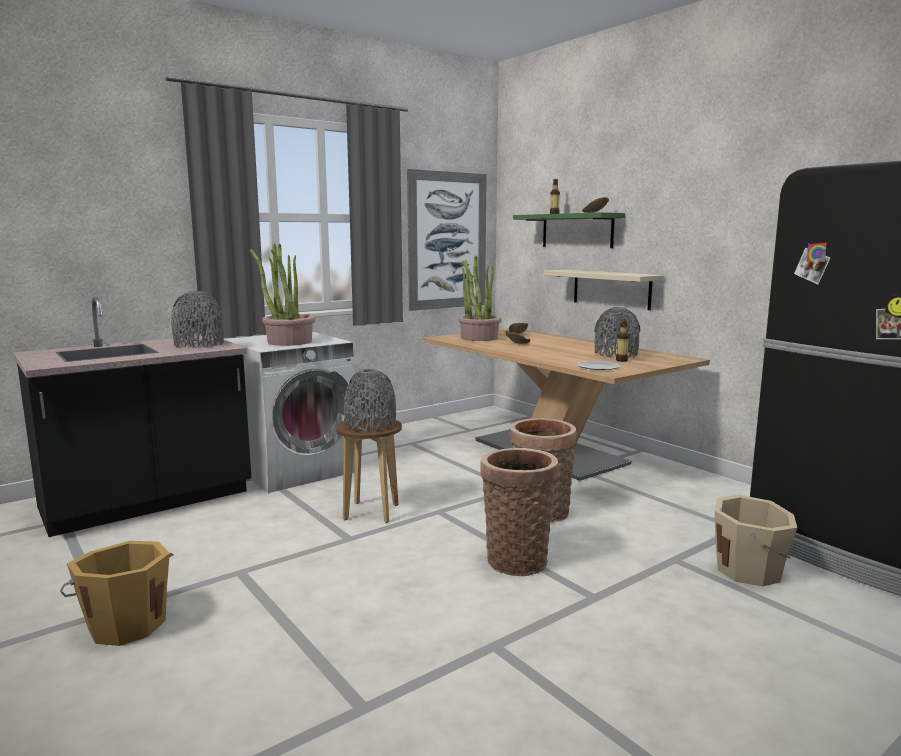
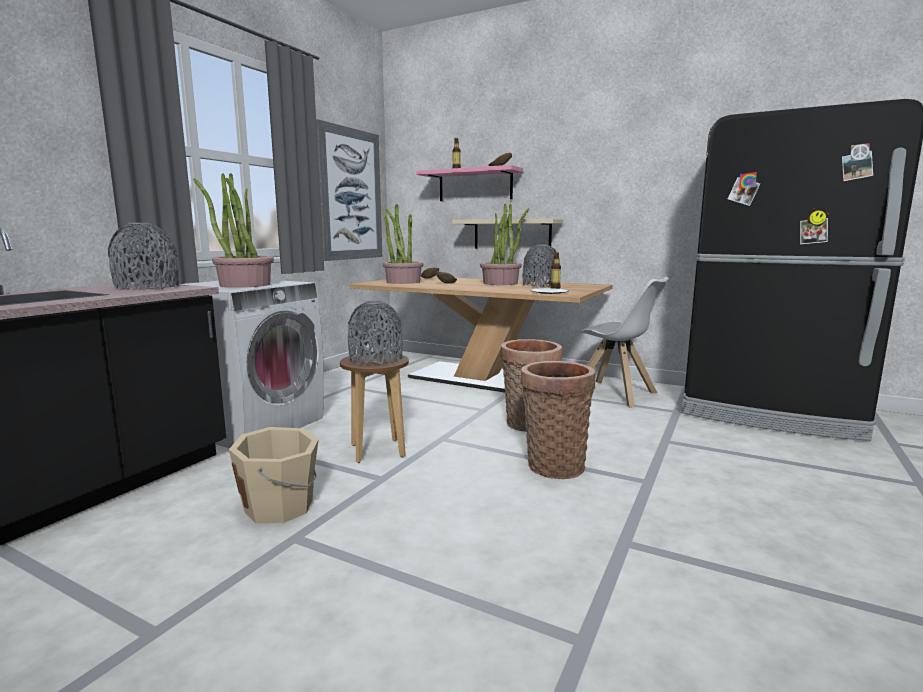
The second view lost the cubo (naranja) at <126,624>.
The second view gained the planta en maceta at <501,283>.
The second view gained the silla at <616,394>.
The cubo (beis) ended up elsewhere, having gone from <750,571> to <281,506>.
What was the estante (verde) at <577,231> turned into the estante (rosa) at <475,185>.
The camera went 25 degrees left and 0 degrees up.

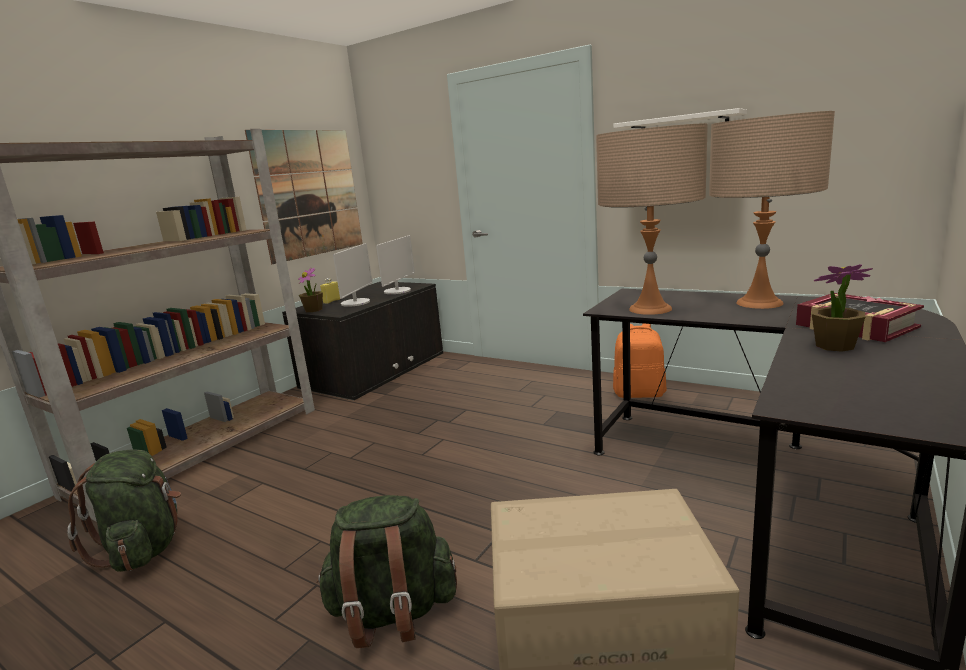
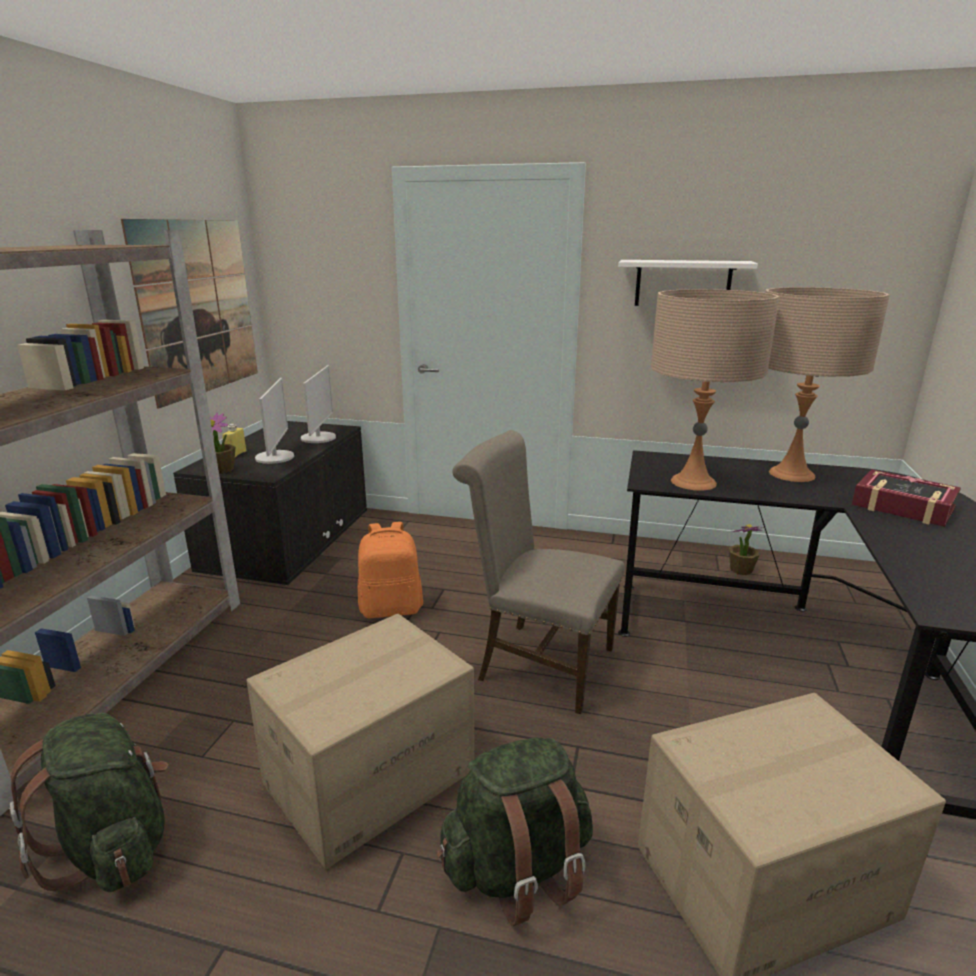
The second view gained the caja de cartón at <369,776>.
The second view gained the silla (beis) at <538,662>.
The mochila (naranja) ended up elsewhere, having gone from <639,393> to <391,608>.
The planta en maceta ended up elsewhere, having gone from <834,346> to <740,570>.
The camera went 20 degrees left and 5 degrees up.

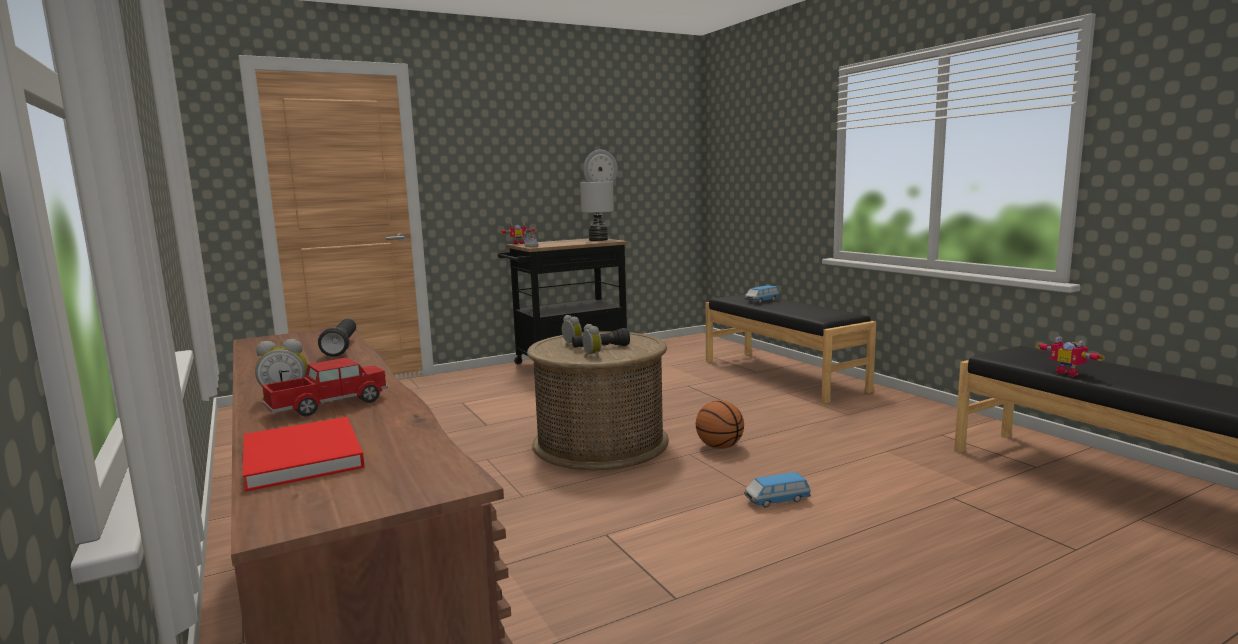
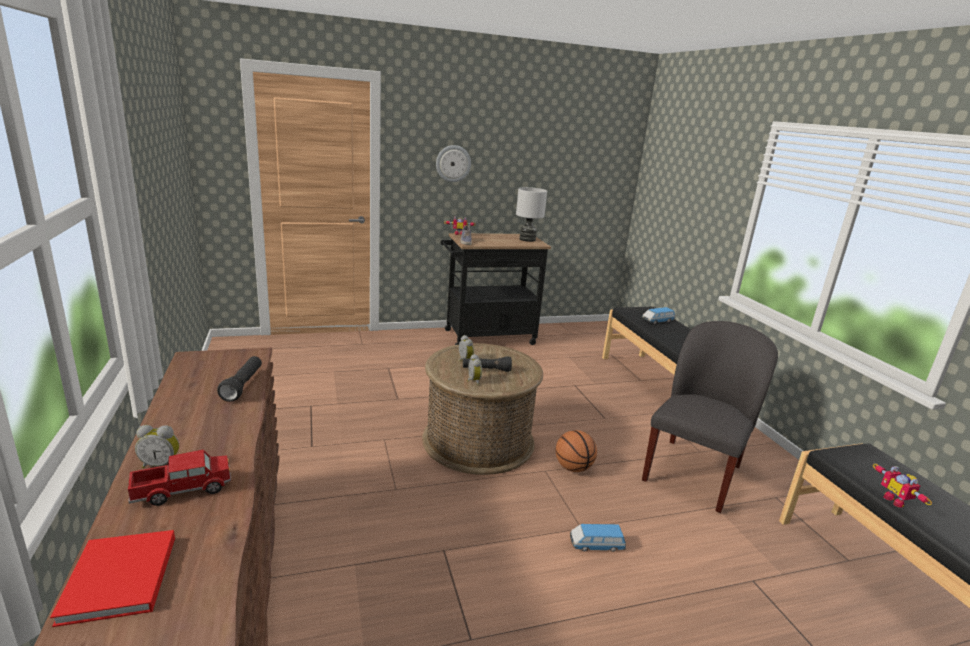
The second view gained the silla (gris) at <693,472>.
The reloj de pared ended up elsewhere, having gone from <600,169> to <453,163>.
The camera went 10 degrees right and 10 degrees up.

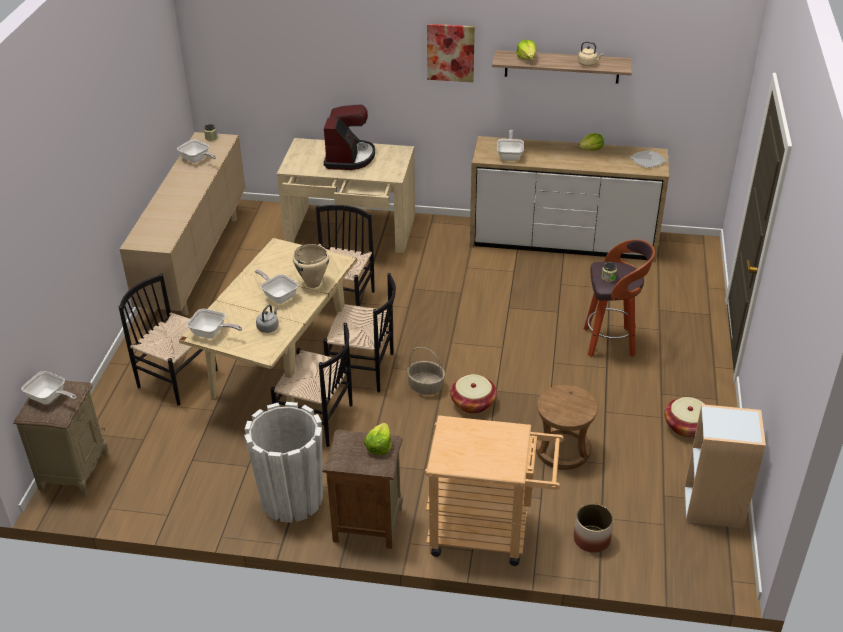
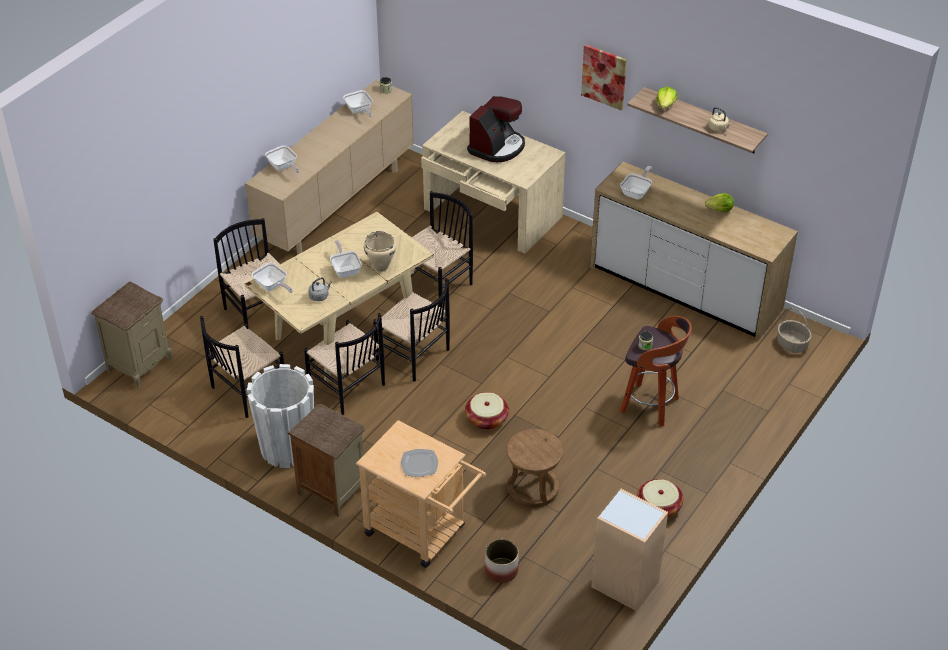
The second view lost the lechuga at <379,446>.
The second view gained the silla (negro) at <246,392>.
The sartén ended up elsewhere, having gone from <50,398> to <283,167>.
The cesta ended up elsewhere, having gone from <425,386> to <791,344>.
The plato ended up elsewhere, having gone from <647,160> to <419,464>.
The camera went 25 degrees right and 5 degrees up.

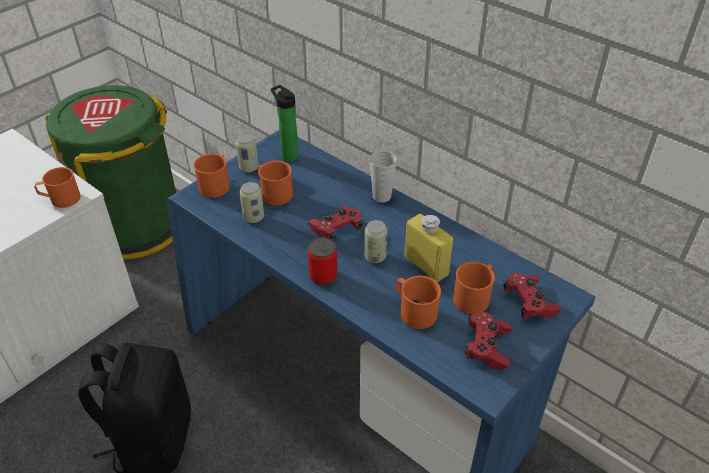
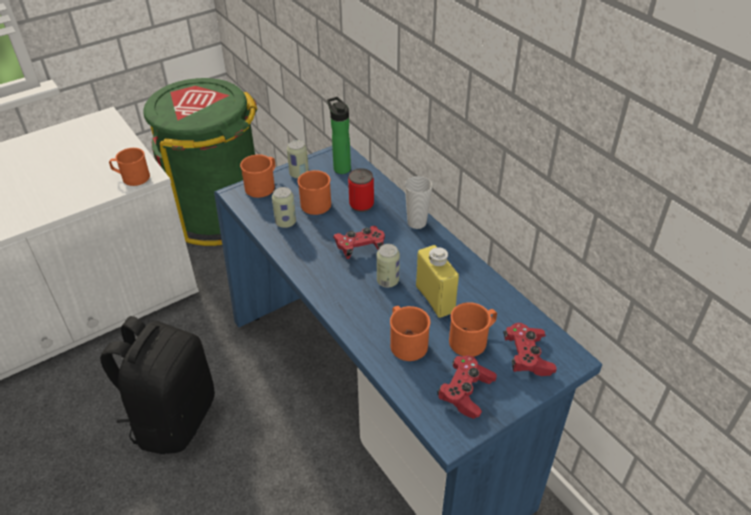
The lata ended up elsewhere, having gone from <323,276> to <361,205>.
The camera went 15 degrees right and 0 degrees up.

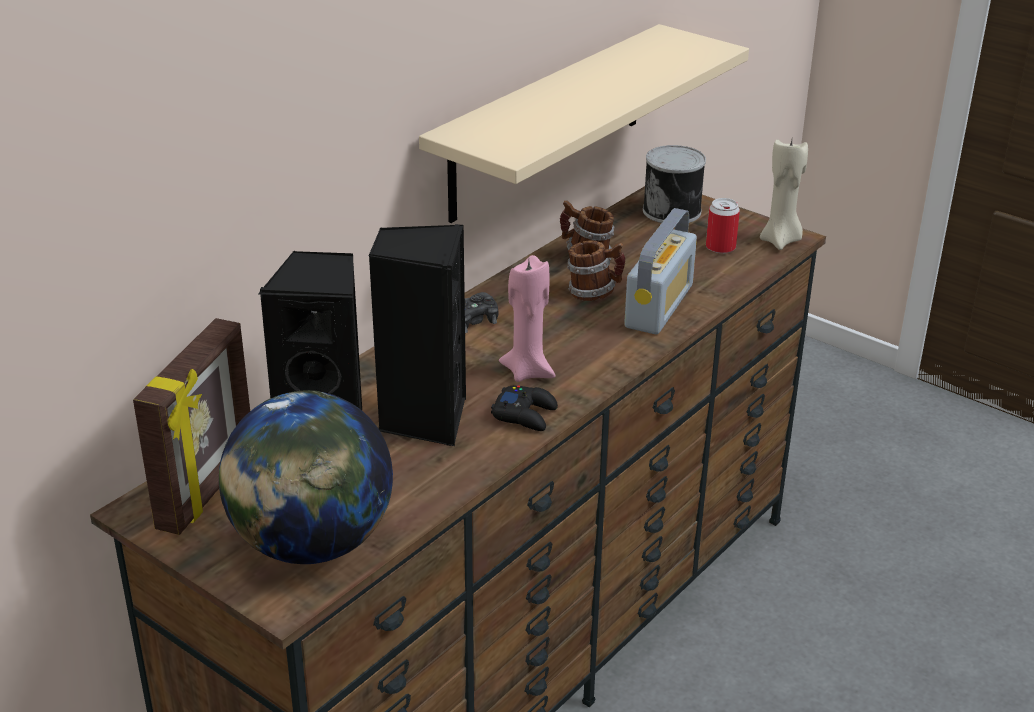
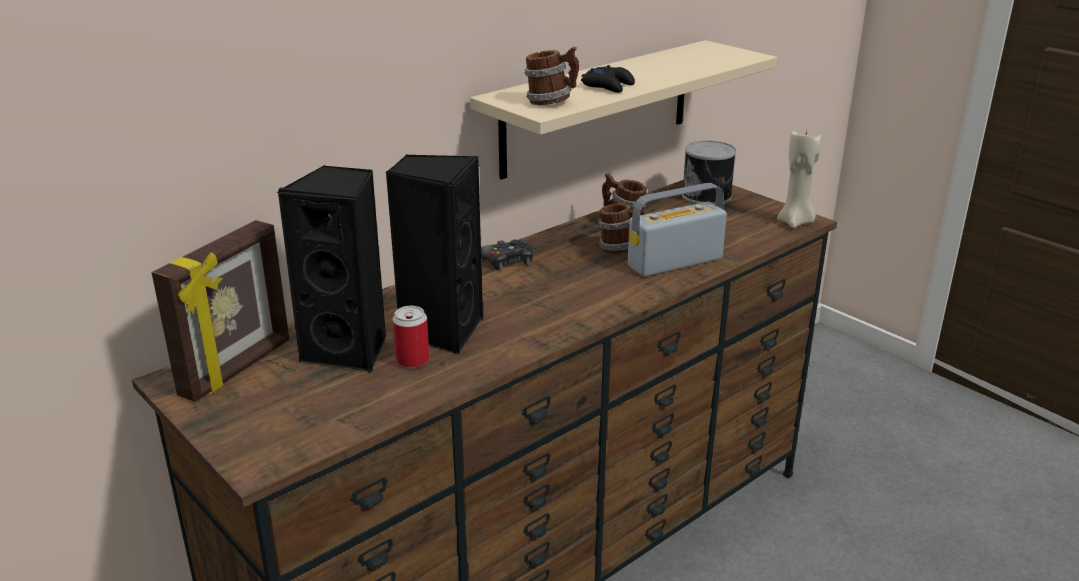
The second view lost the globo terráqueo at <312,544>.
The second view lost the vela (rosa) at <528,371>.
The second view gained the taza grande at <551,102>.
The mando de consola (negro) ended up elsewhere, having gone from <525,414> to <608,86>.
The lata ended up elsewhere, having gone from <720,247> to <412,360>.
The radio at <659,306> ended up facing another way, 150 degrees counterclockwise from before.
The camera went 10 degrees right and 5 degrees down.

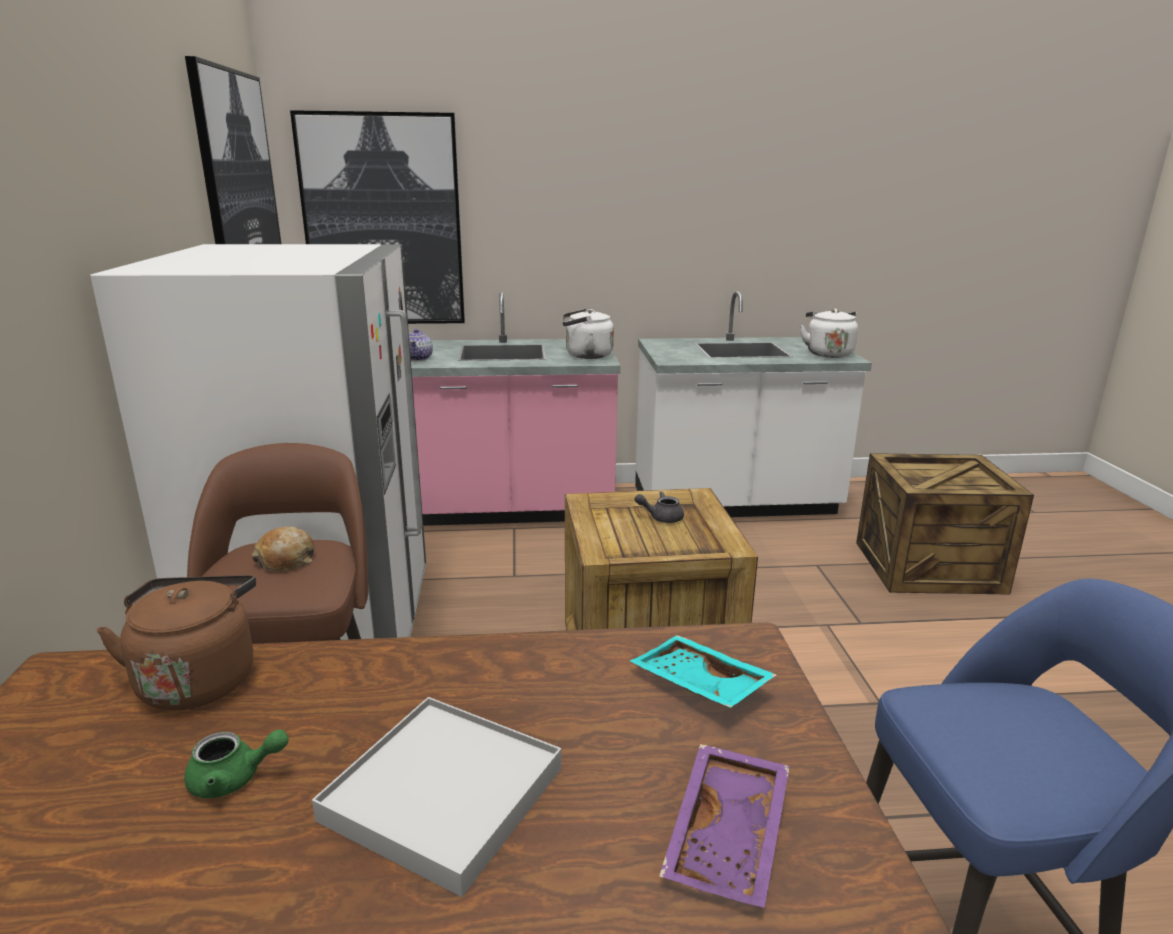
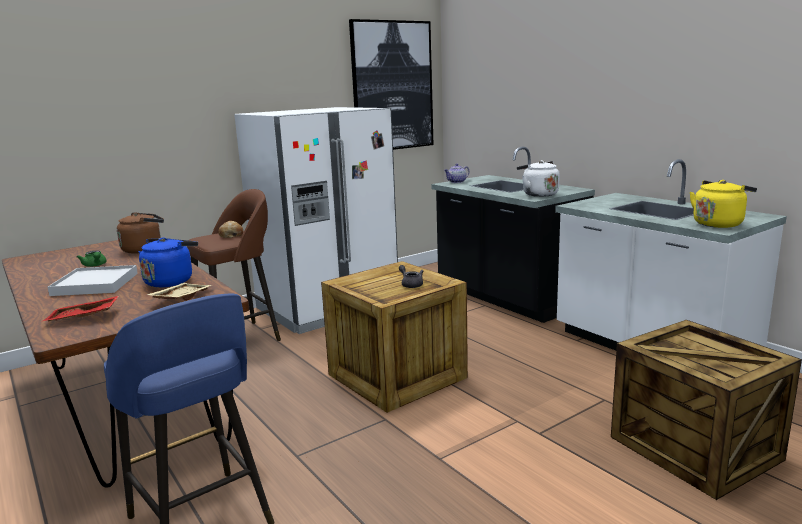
The second view lost the cuadro at <383,222>.
The second view gained the hervidor (azul) at <171,281>.
What was the mueble bajo de cocina (rosa) at <513,508> turned into the mueble bajo de cocina (negro) at <507,297>.
What was the bandeja (turquesa) at <698,685> turned into the bandeja (beis) at <180,298>.
What was the bandeja (morado) at <730,837> turned into the bandeja (rojo) at <83,317>.
What was the hervidor (blanco) at <828,353> turned into the hervidor (amarillo) at <719,224>.
The camera went 60 degrees right and 5 degrees down.

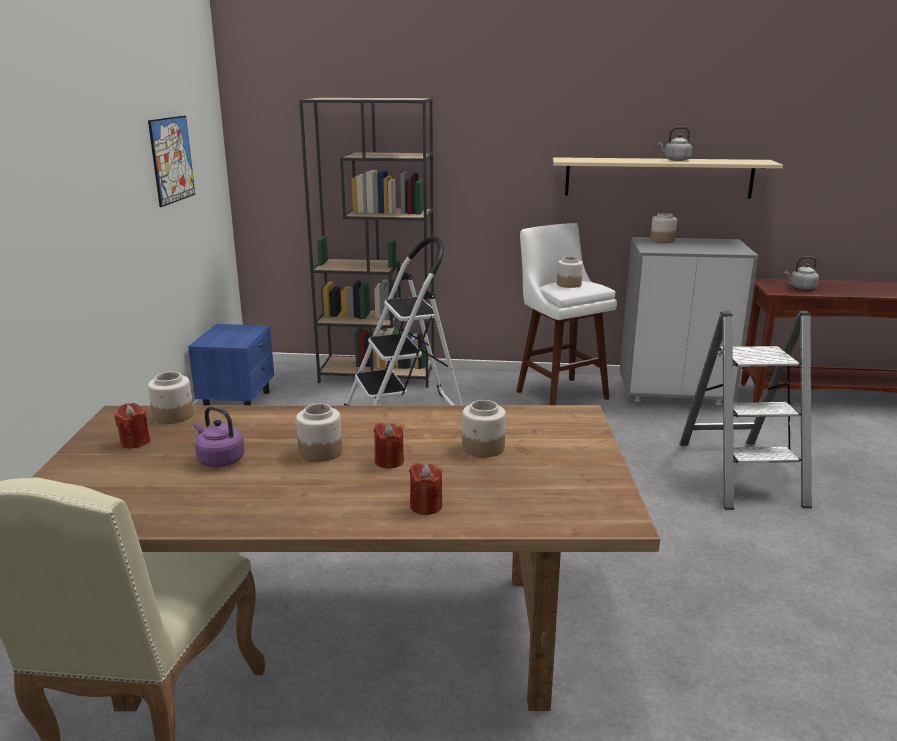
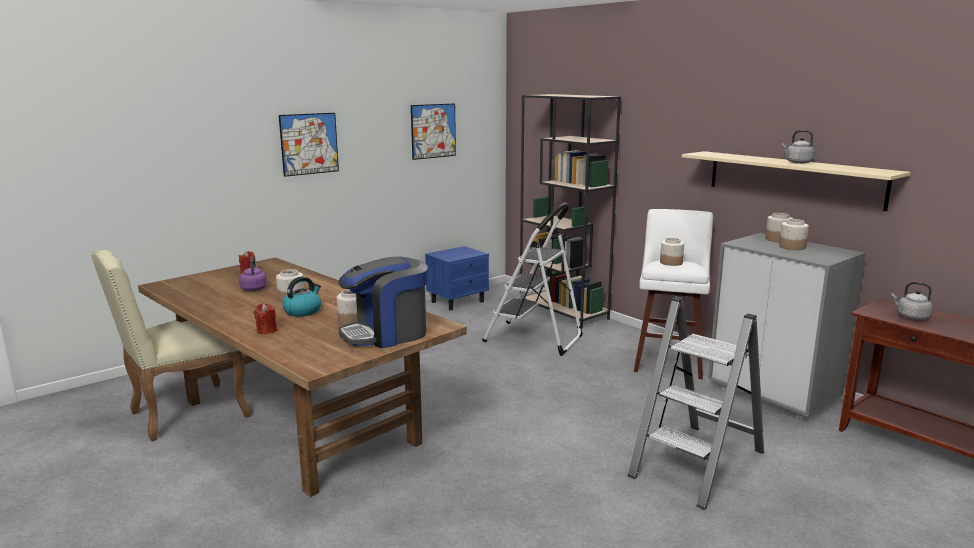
The second view gained the cuadro at <309,144>.
The second view gained the cafetera at <386,334>.
The tarro ended up elsewhere, having gone from <174,415> to <792,247>.
Where the vela (rojo) stood at <389,461>, the hervidor came to stand at <303,311>.
The camera went 45 degrees right and 5 degrees down.

